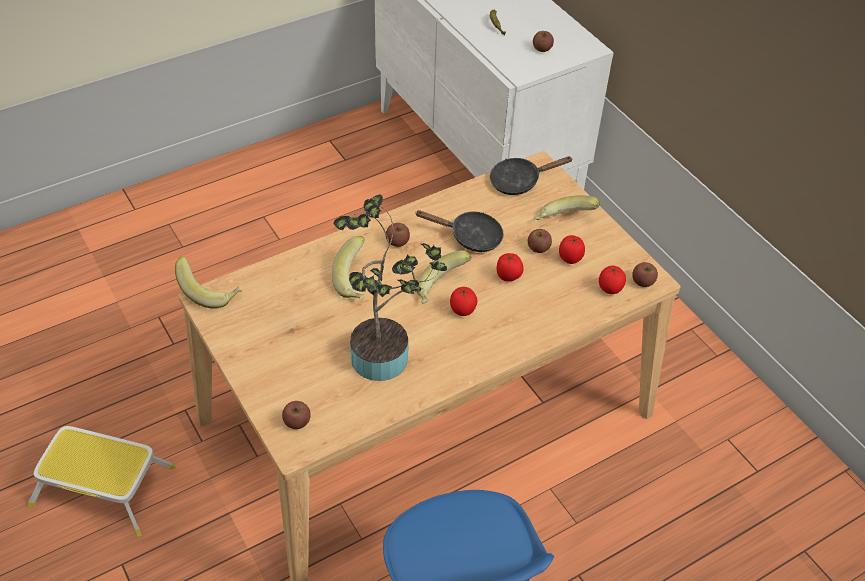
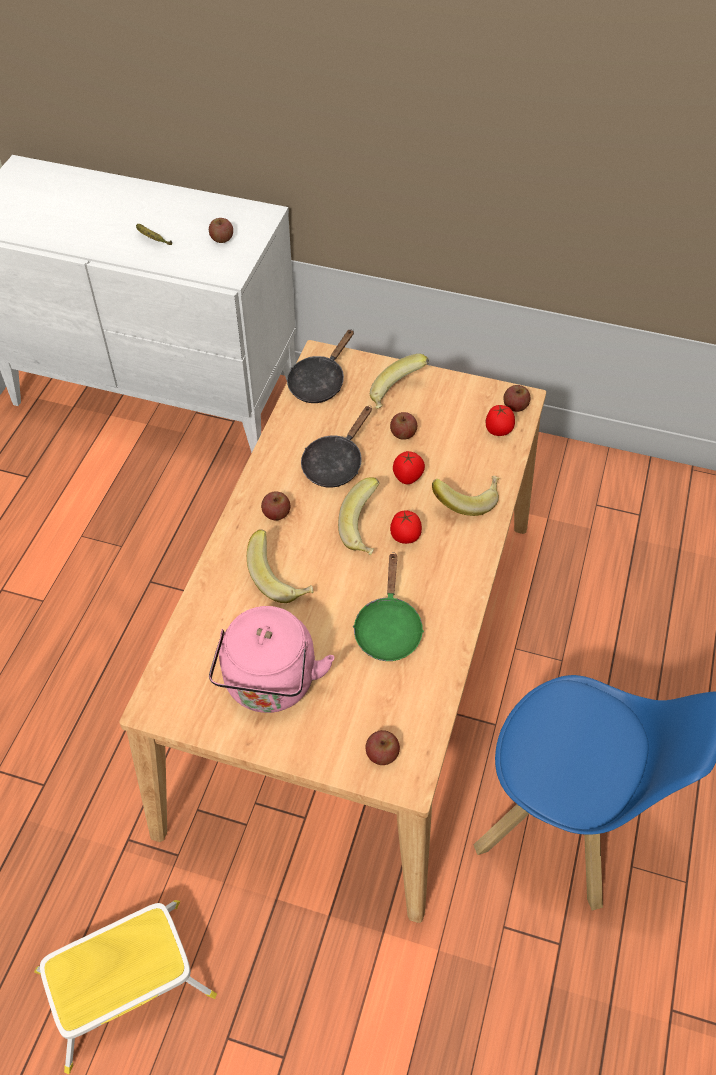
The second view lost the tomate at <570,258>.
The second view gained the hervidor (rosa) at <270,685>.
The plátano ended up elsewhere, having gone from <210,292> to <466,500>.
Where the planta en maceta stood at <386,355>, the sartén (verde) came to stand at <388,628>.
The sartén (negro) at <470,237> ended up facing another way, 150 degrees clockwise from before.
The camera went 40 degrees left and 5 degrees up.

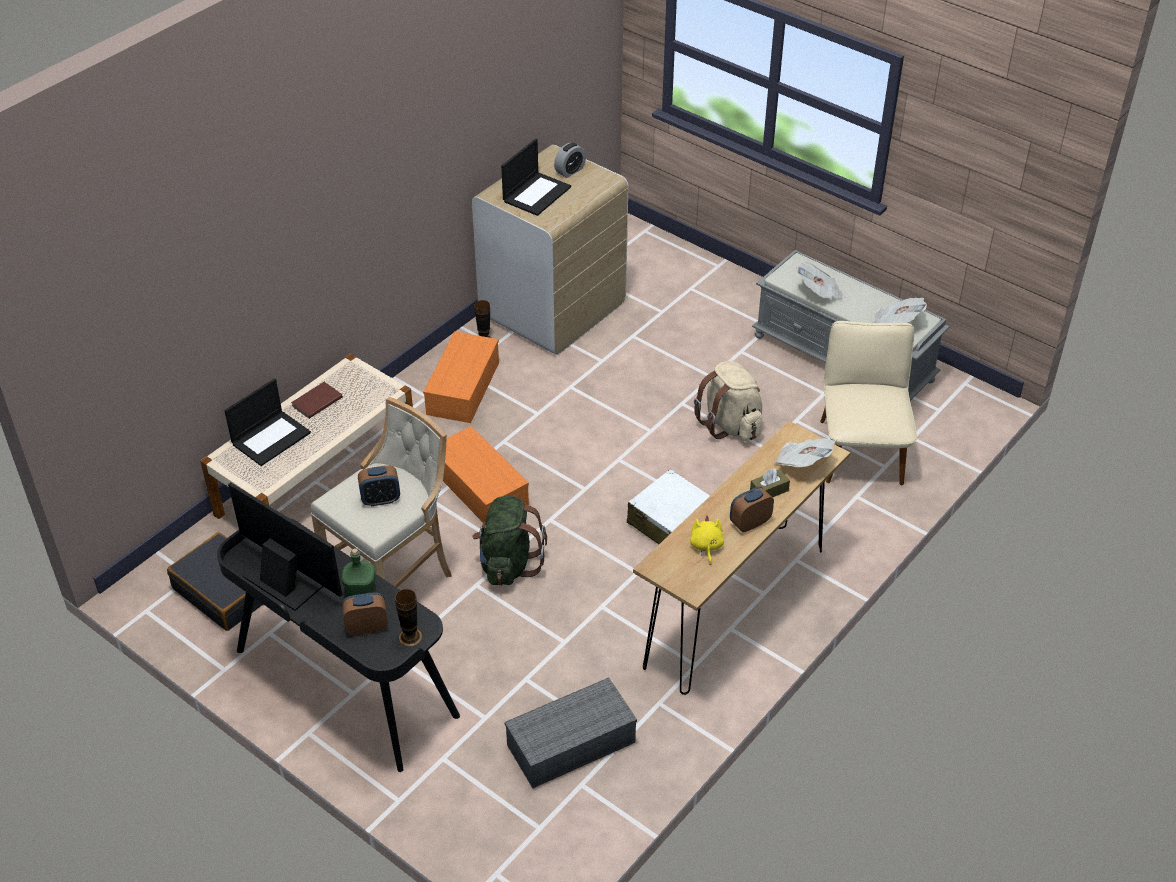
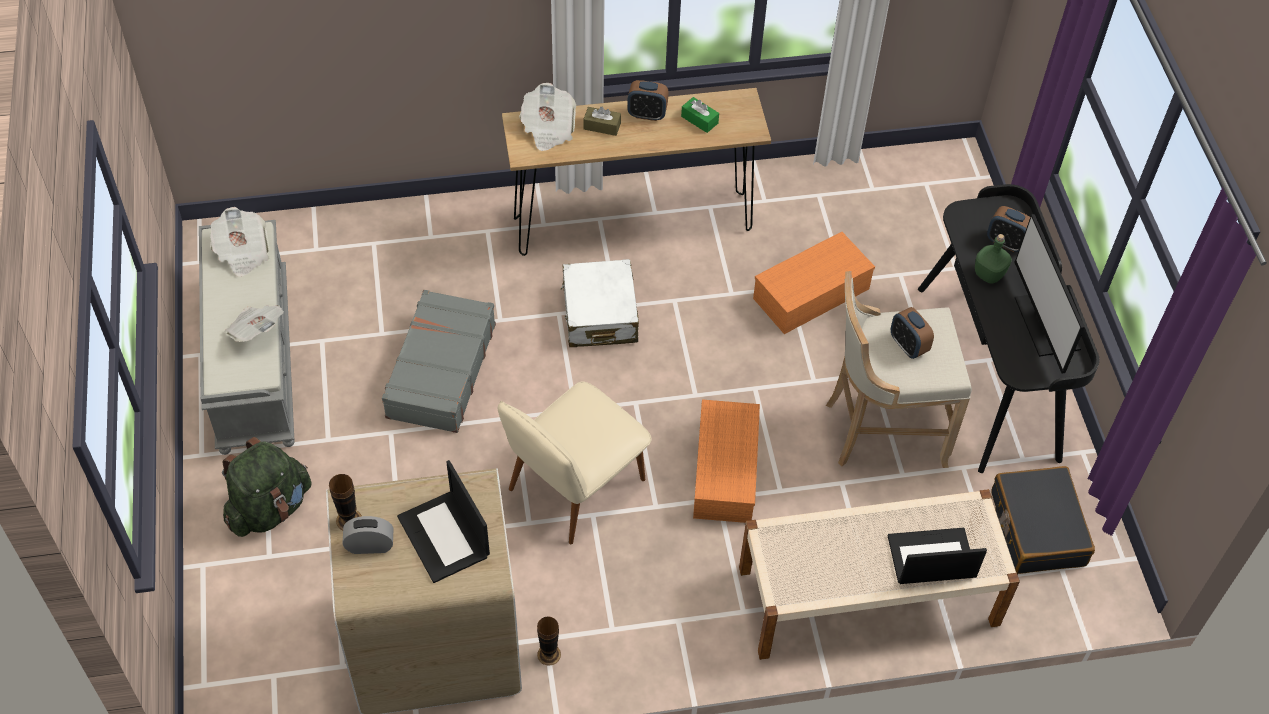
The second view lost the libro (marrón) at <316,401>.
The second view lost the caja de almacenaje (gris) at <570,745>.
The florero ended up elsewhere, having gone from <410,637> to <349,520>.
The caja de almacenaje (naranja) ended up elsewhere, having gone from <462,387> to <810,295>.
The mochila (verde) ended up elsewhere, having gone from <508,564> to <270,508>.
The silla (beis) ended up elsewhere, having gone from <861,452> to <576,484>.
Where the peluche (amarillo) stood at <706,546>, the caja de pañuelos (verde) came to stand at <699,120>.
Where the mochila (beis) stood at <730,424>, the maleta (gris) came to stand at <440,371>.
The despertador at <380,499> ended up facing another way, 150 degrees counterclockwise from before.
The portátil at <536,193> ended up facing another way, 105 degrees counterclockwise from before.
The camera went 140 degrees left and 10 degrees up.

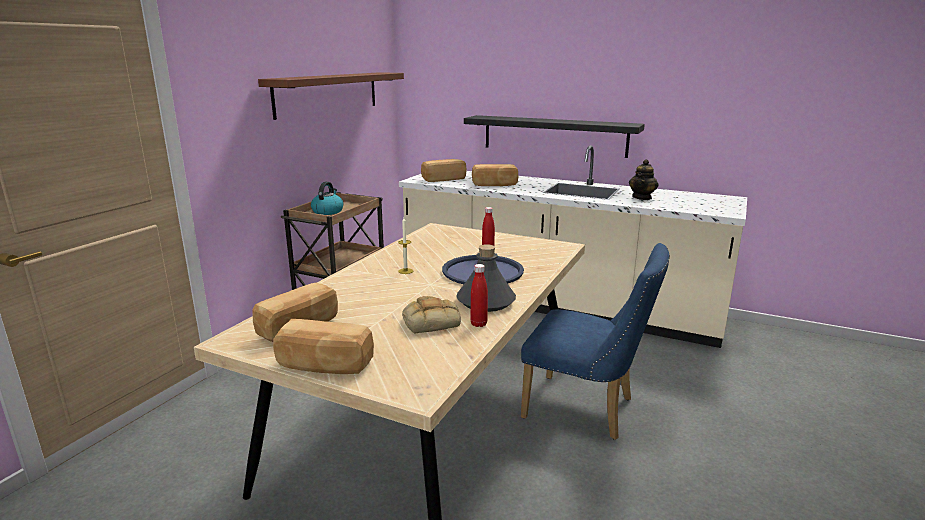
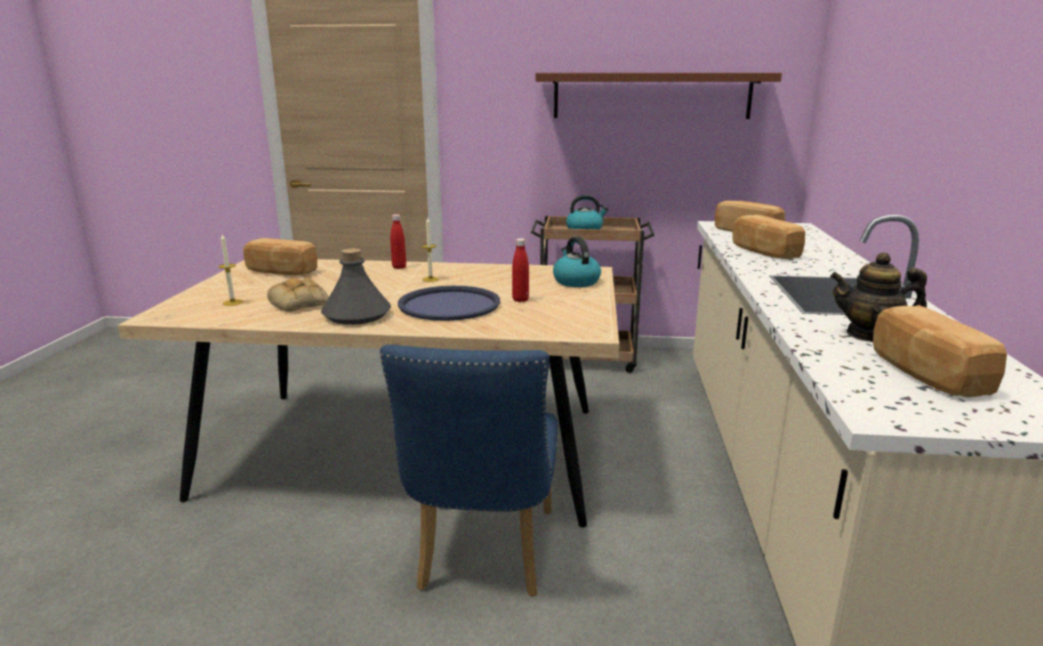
The second view lost the estante (negro) at <554,135>.
The second view gained the vela at <232,302>.
The second view gained the hervidor at <575,281>.
The pan ended up elsewhere, having gone from <324,365> to <925,374>.
The botella (rojo) ended up elsewhere, having gone from <478,324> to <399,267>.
The camera went 70 degrees right and 0 degrees up.

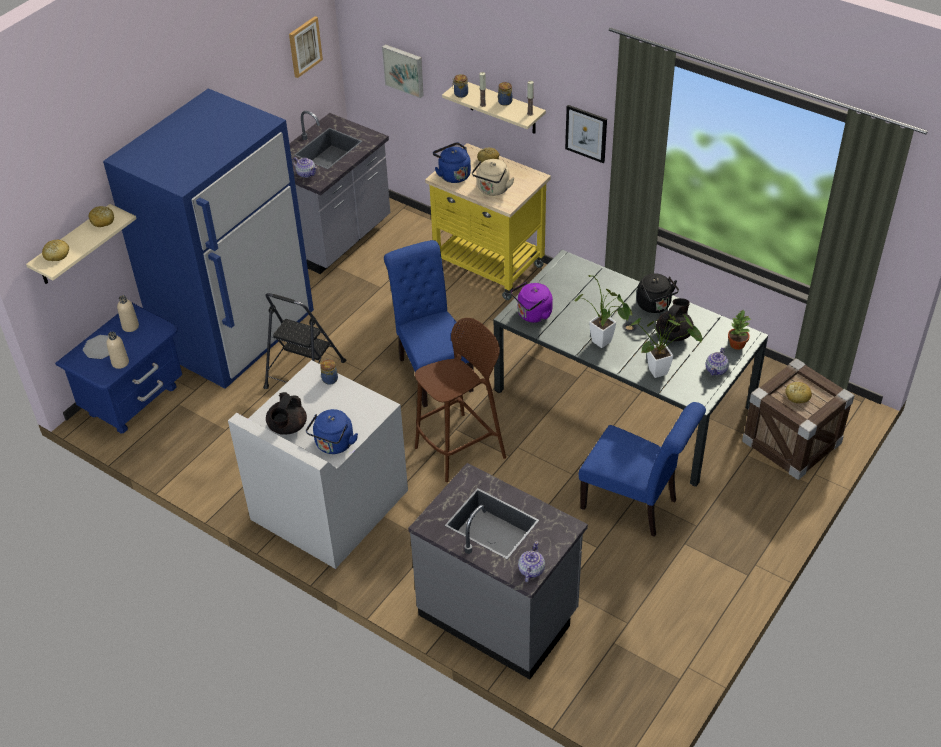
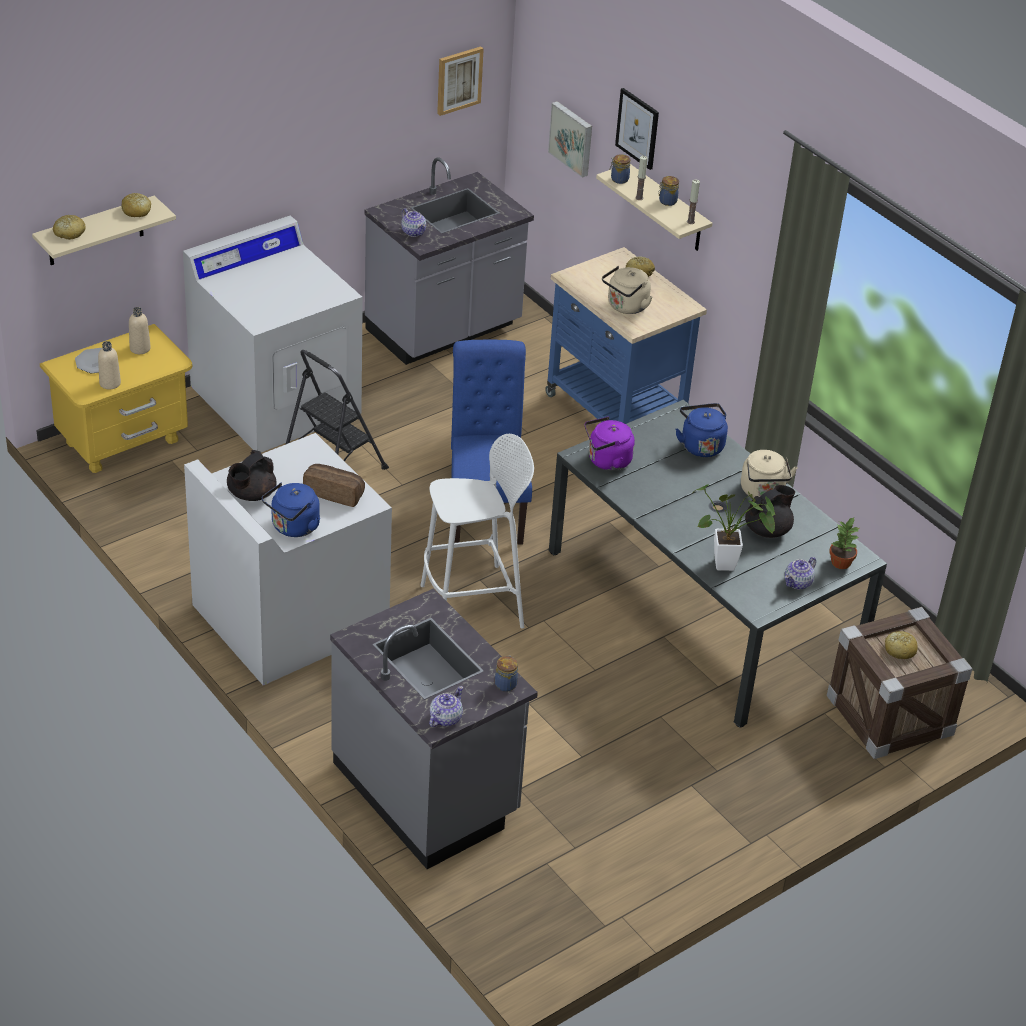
The second view lost the planta en maceta at <604,344>.
The second view lost the silla (azul) at <634,505>.
The second view gained the pan at <334,493>.
The tarro ended up elsewhere, having gone from <330,379> to <506,684>.
The hervidor (azul) ended up elsewhere, having gone from <453,175> to <700,445>.
The cuadro ended up elsewhere, having gone from <586,133> to <637,128>.
Where the nevera (azul) stood at <236,330>, the lavadora (blanco) came to stand at <276,399>.
What was the mesita de noche (azul) at <136,401> turned into the mesita de noche (amarillo) at <125,443>.
What was the taburete (marrón) at <460,449> turned into the taburete (blanco) at <473,602>.
What was the carrito (amarillo) at <489,267> turned into the carrito (azul) at <615,413>.
What was the hervidor (negro) at <655,306> turned into the hervidor (beis) at <763,492>.
The camera went 15 degrees right and 5 degrees down.

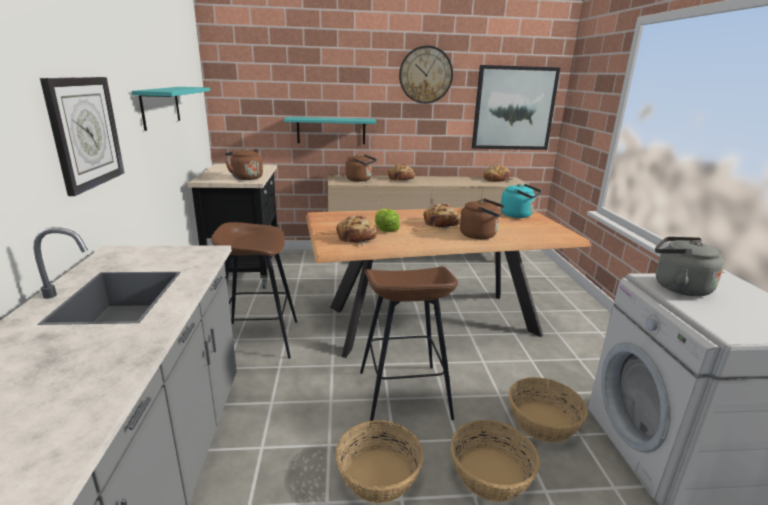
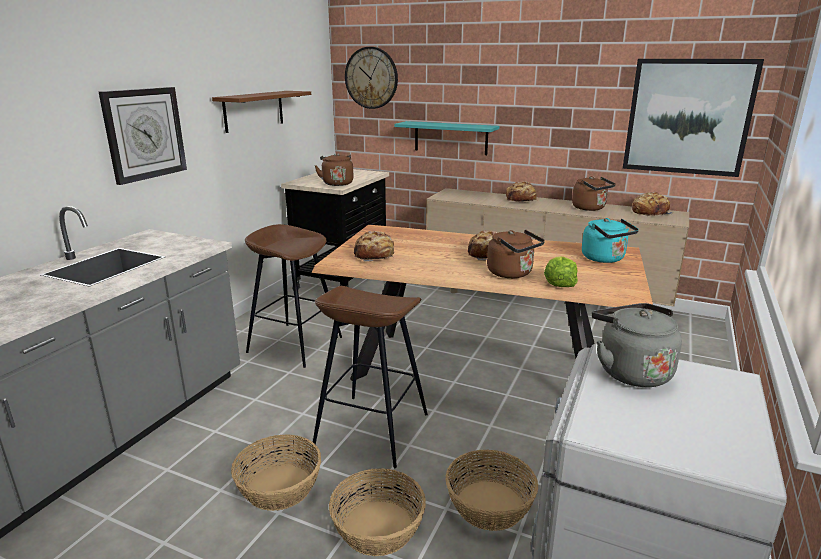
The hervidor (marrón) ended up elsewhere, having gone from <360,180> to <590,208>.
The lechuga ended up elsewhere, having gone from <385,229> to <559,283>.
The reloj de pared ended up elsewhere, having gone from <425,75> to <371,78>.
What was the estante (turquesa) at <160,107> turned into the estante (marrón) at <254,110>.
The camera went 30 degrees right and 0 degrees up.

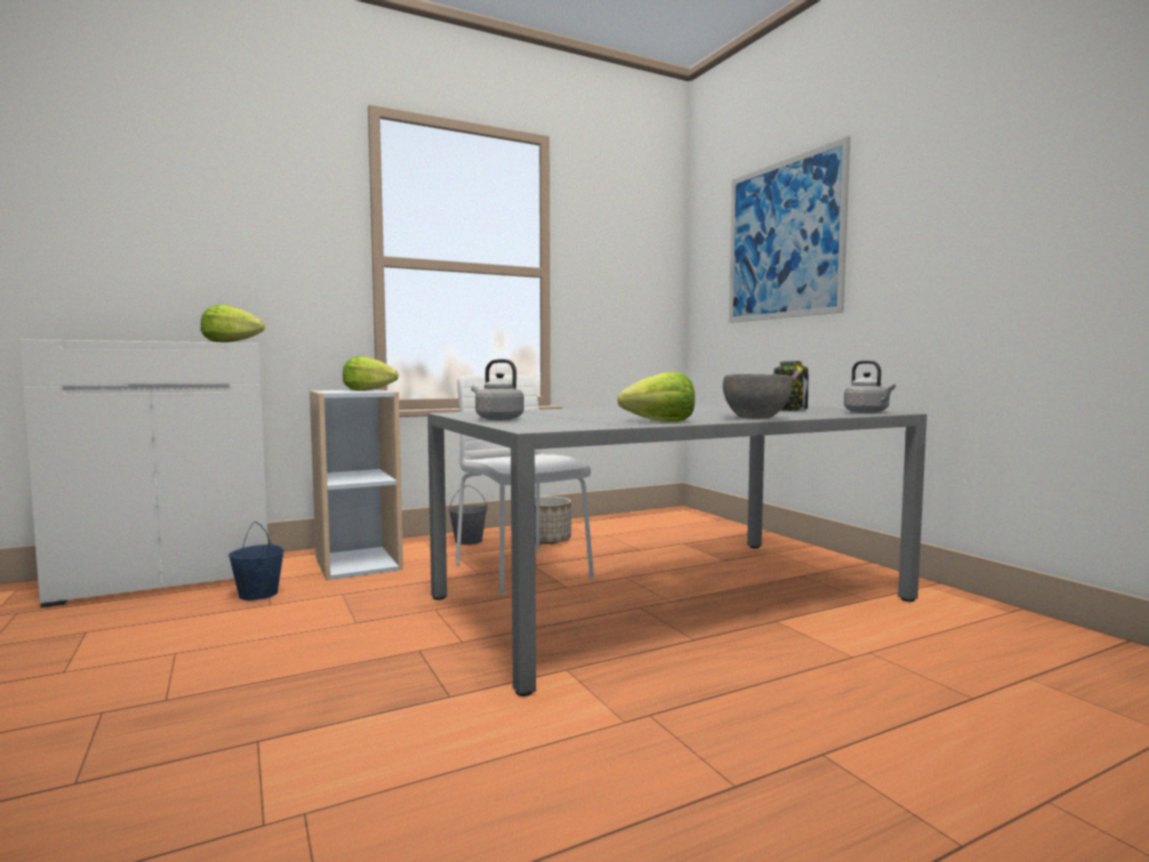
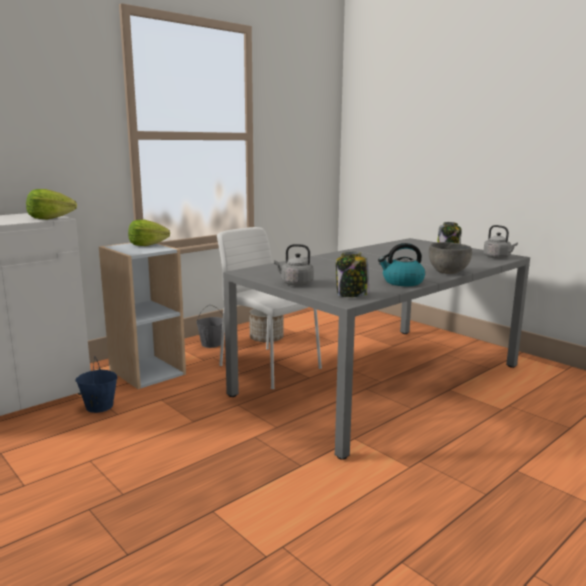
The second view lost the cuadro at <783,240>.
The second view gained the tarro at <352,295>.
Where the lechuga stood at <661,421>, the hervidor came to stand at <402,282>.
The camera went 15 degrees left and 10 degrees up.

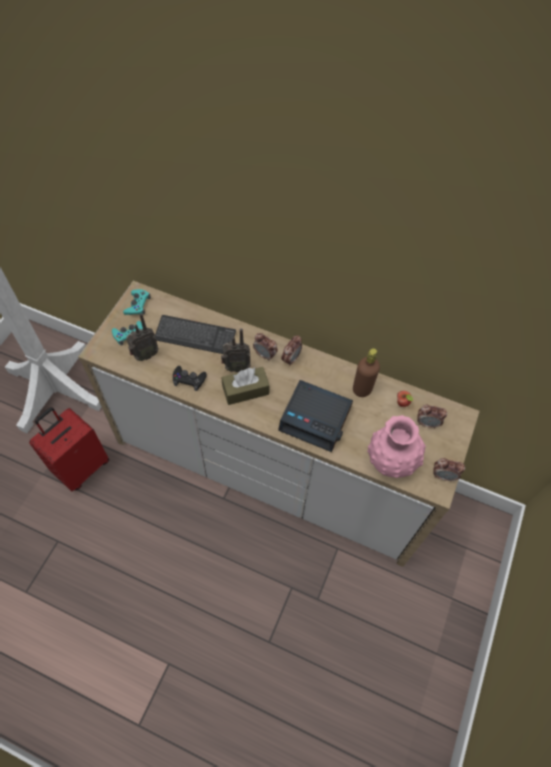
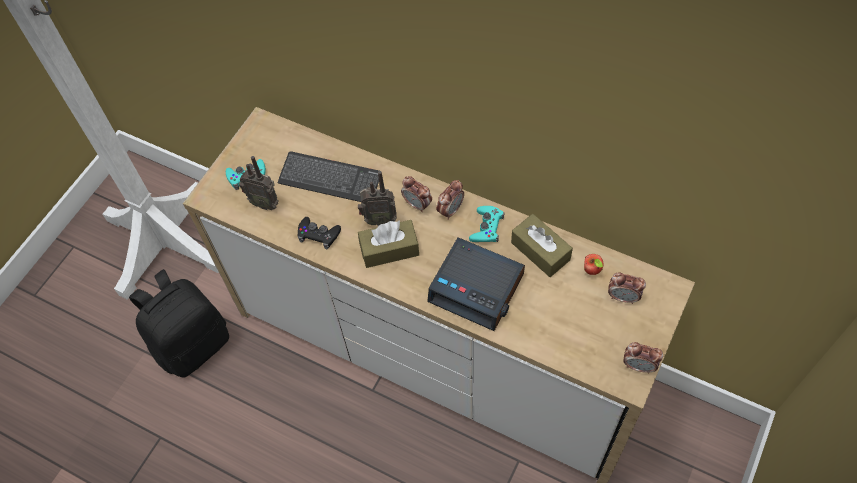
The second view lost the florero (rosa) at <391,461>.
The mando de consola (turquesa) ended up elsewhere, having gone from <137,305> to <487,227>.
Where the maleta (rojo) stood at <81,466>, the mochila (negro) came to stand at <193,344>.
Where the botella (marrón) stood at <362,389>, the caja de pañuelos (marrón) came to stand at <540,251>.
The radio at <144,355> ended up facing another way, 45 degrees clockwise from before.
The camera went 10 degrees right and 0 degrees up.

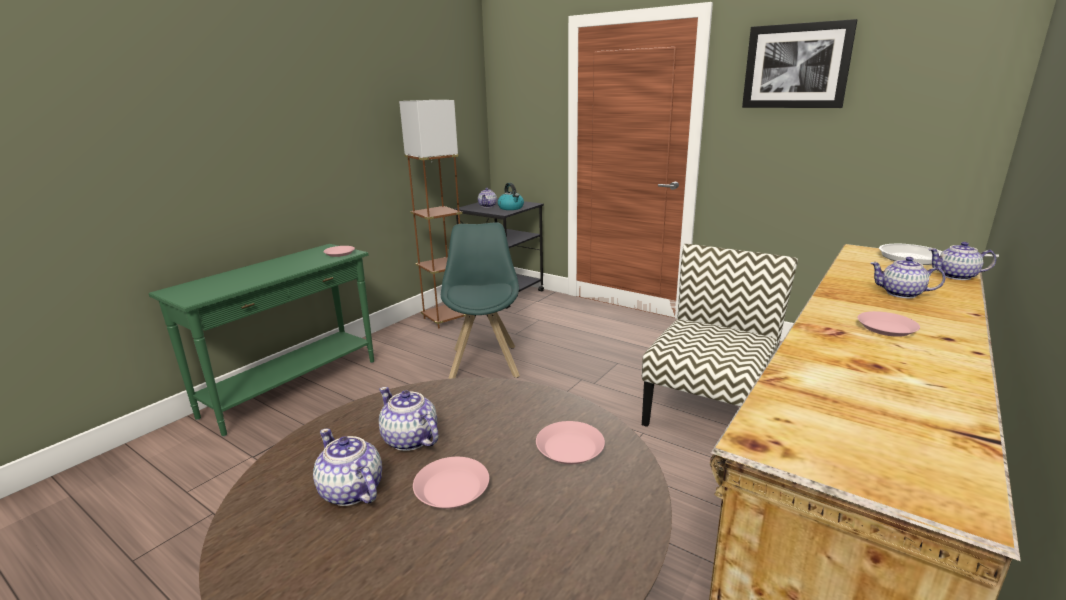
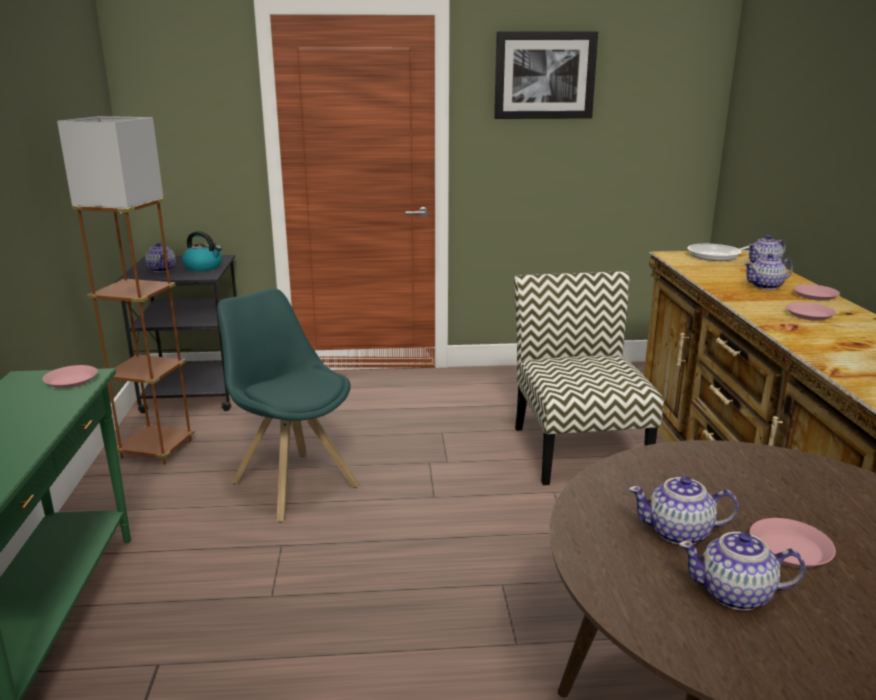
The plato (rosa) ended up elsewhere, having gone from <570,447> to <815,295>.
The camera went 40 degrees left and 0 degrees up.

